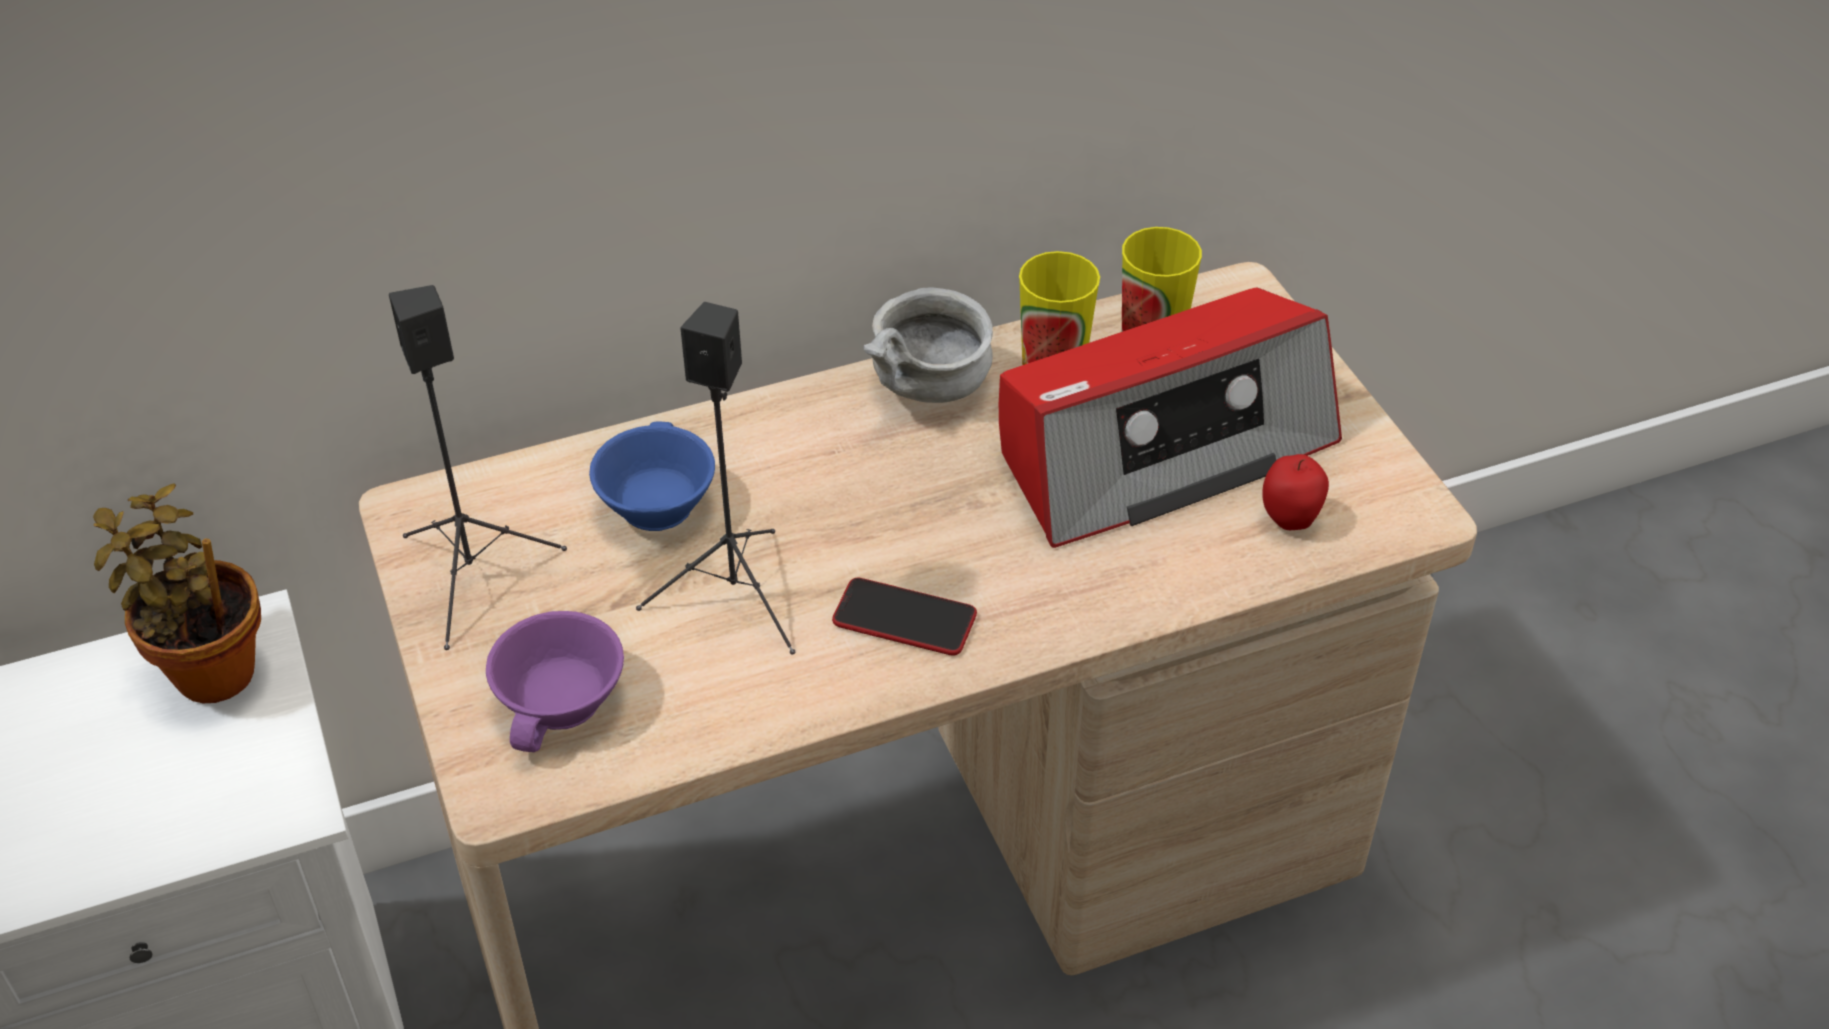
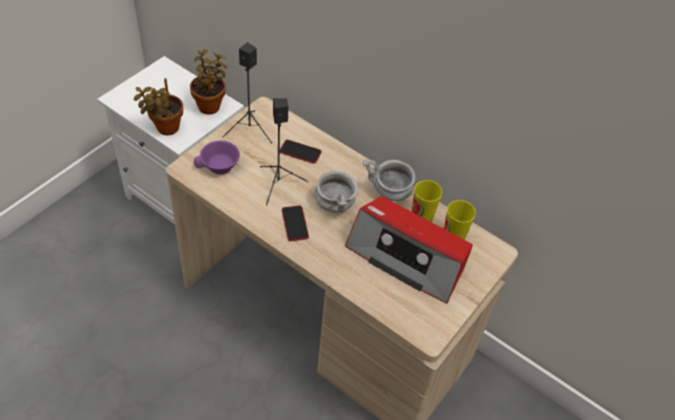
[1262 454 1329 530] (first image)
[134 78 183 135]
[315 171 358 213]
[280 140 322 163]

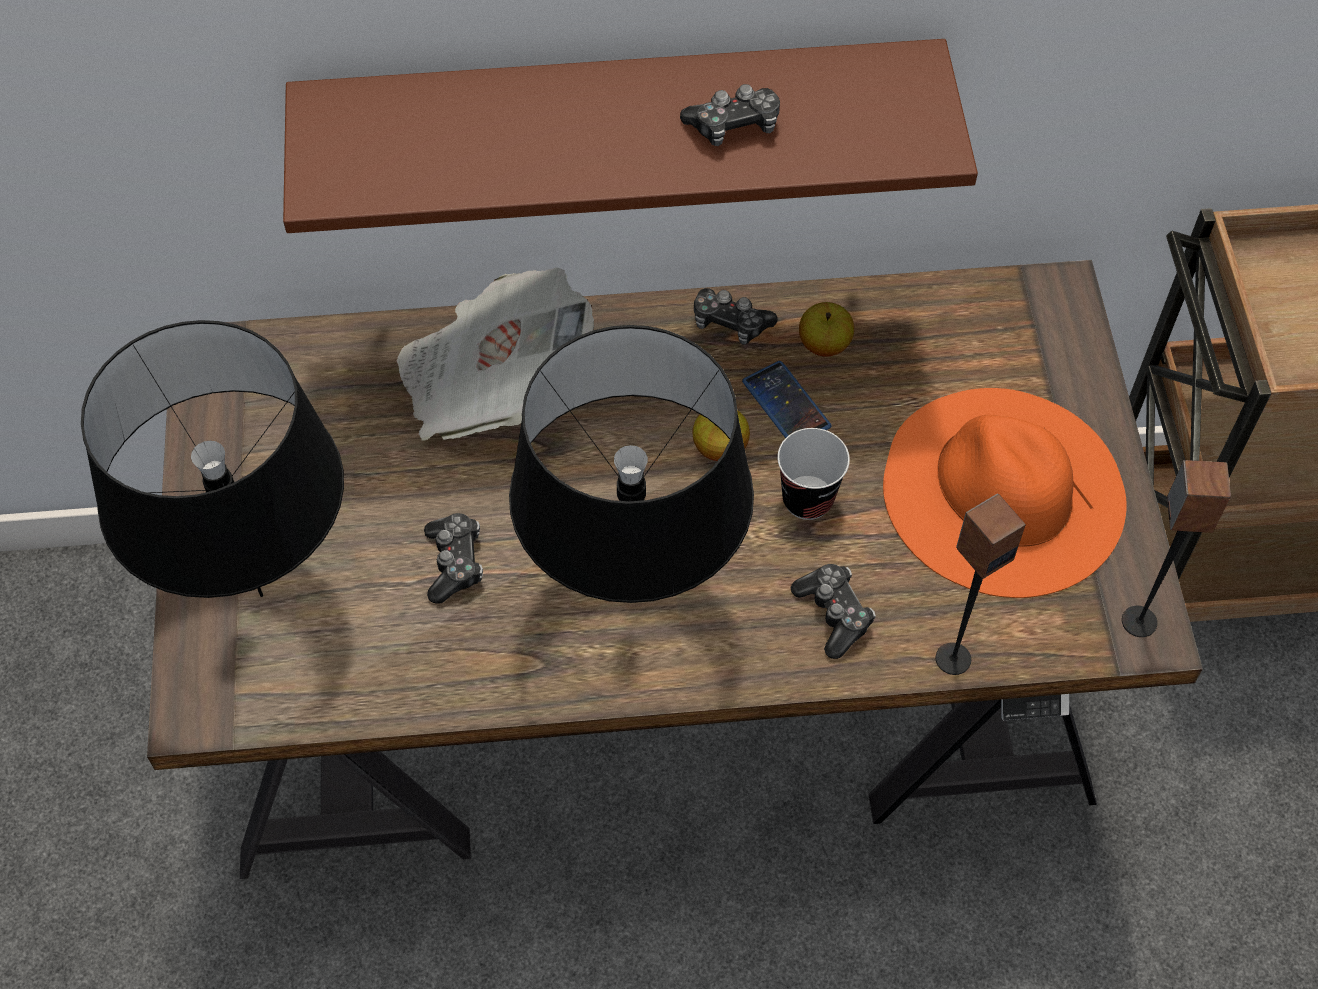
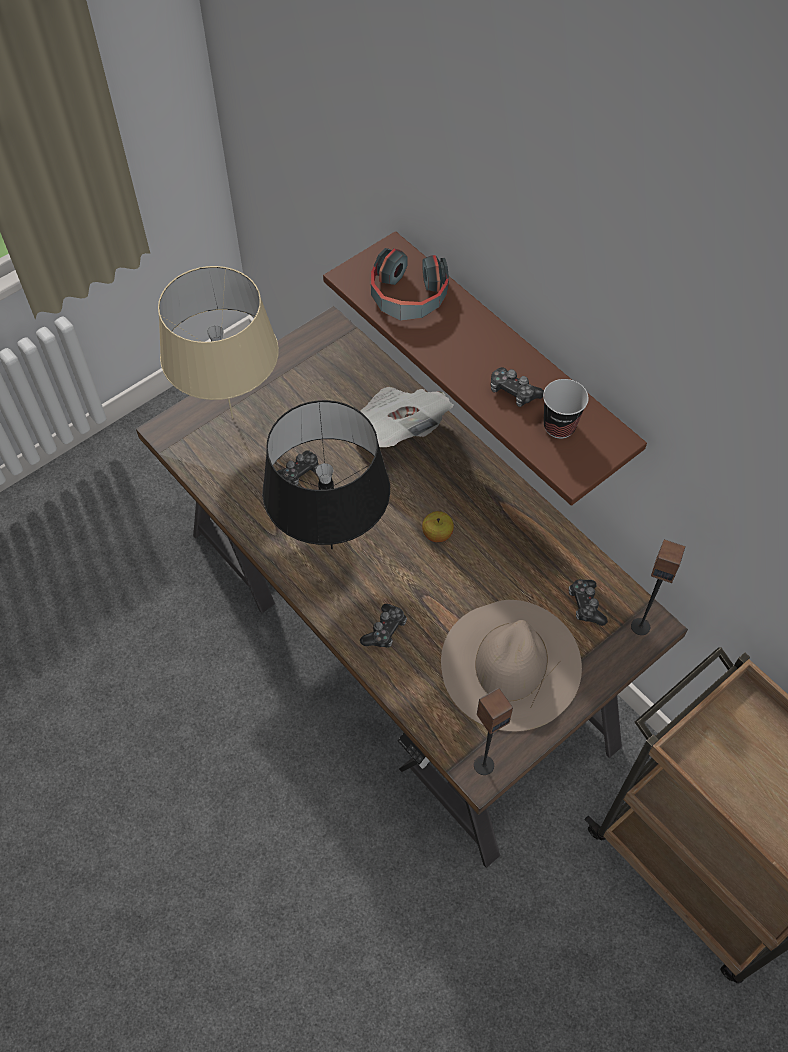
[742 361 831 438] (first image)
[799 302 854 357] (first image)
[371 248 449 321]
[569 579 608 626]
[543 379 589 439]
[631 539 685 635]
[158 266 279 419]
[441 600 582 732]

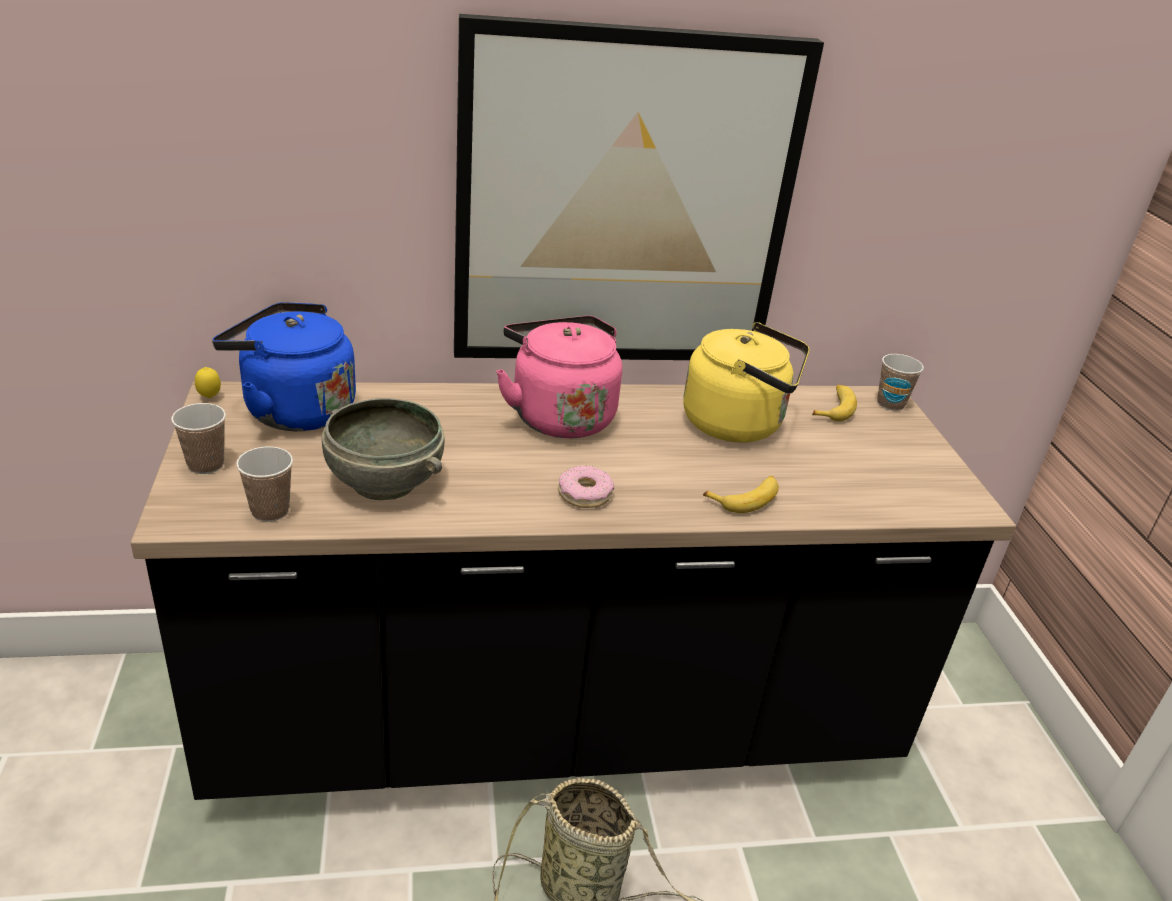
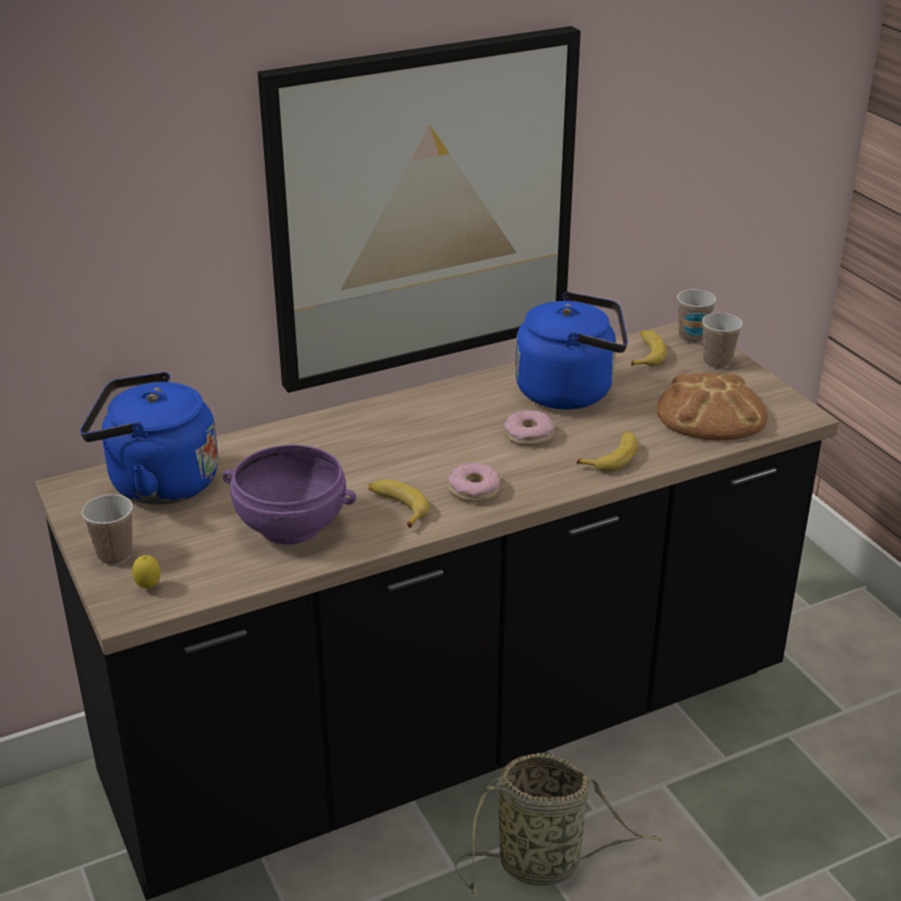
[496 316 622 438] (first image)
[368 479 429 528]
[504 410 555 446]
[657 373 768 441]
[132 555 161 588]
[702 313 743 369]
[222 445 356 545]
[515 292 628 409]

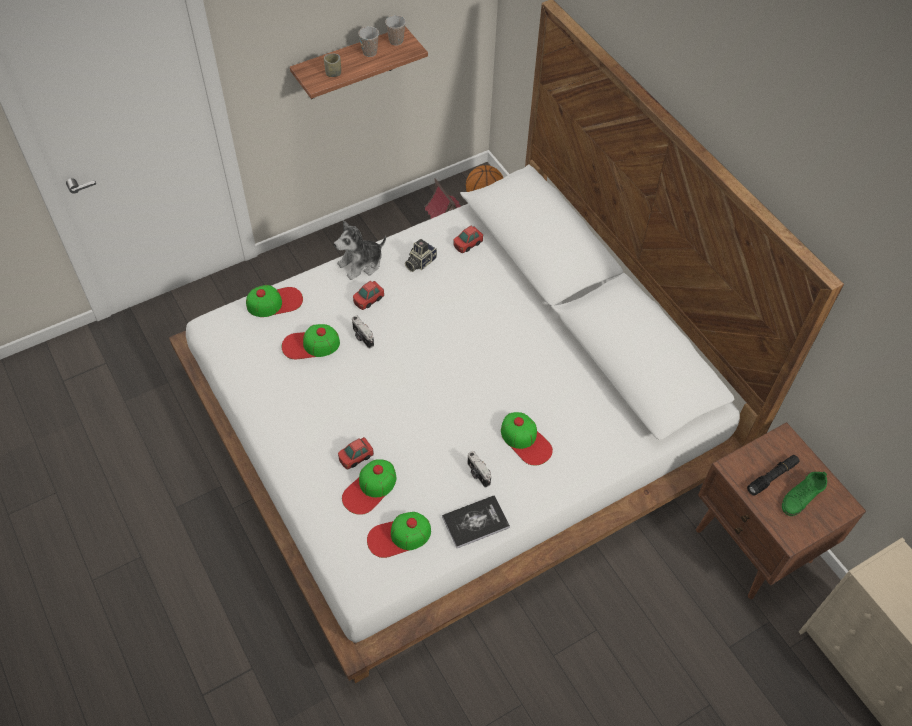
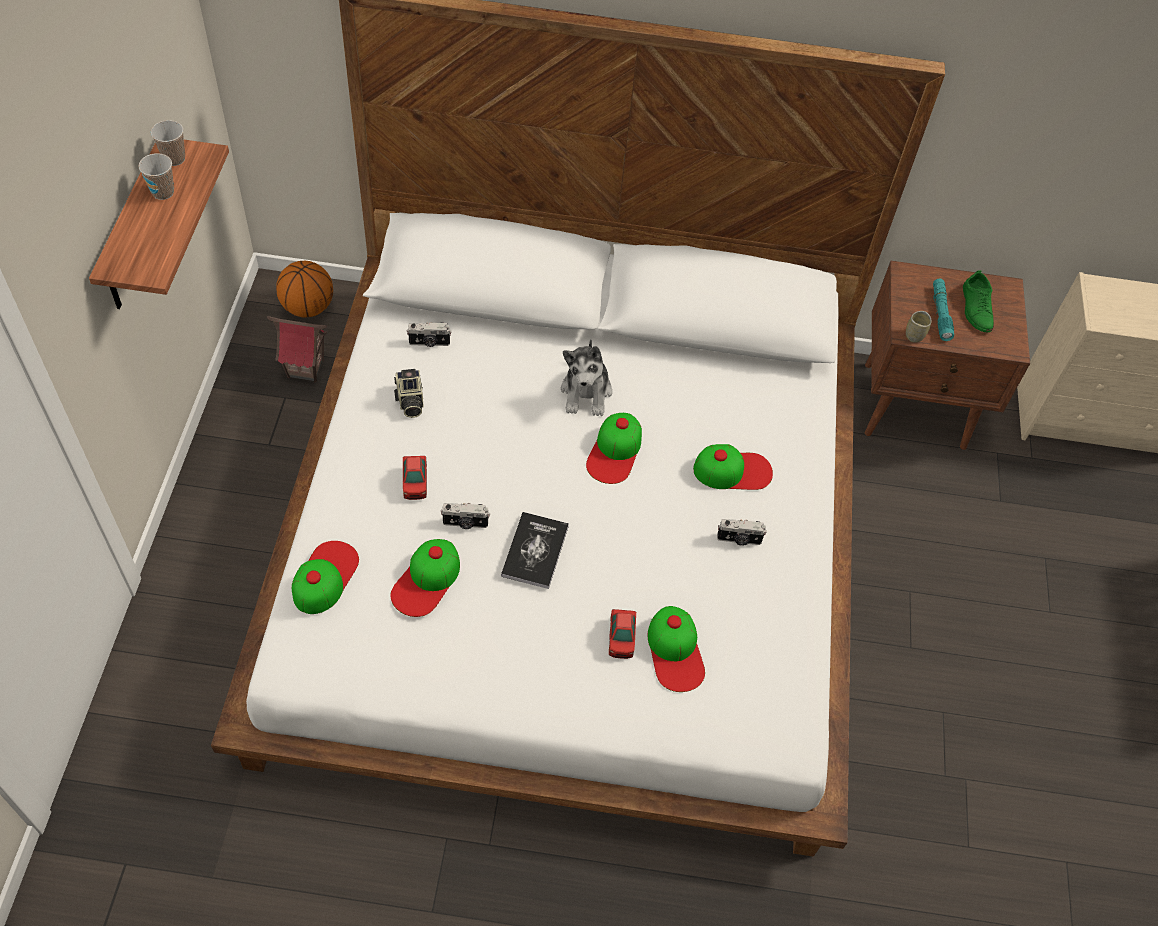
[906 311 932 343]
[561 339 612 416]
[586 413 642 484]
[501 512 569 589]
[407 322 451 347]
[933 279 954 341]

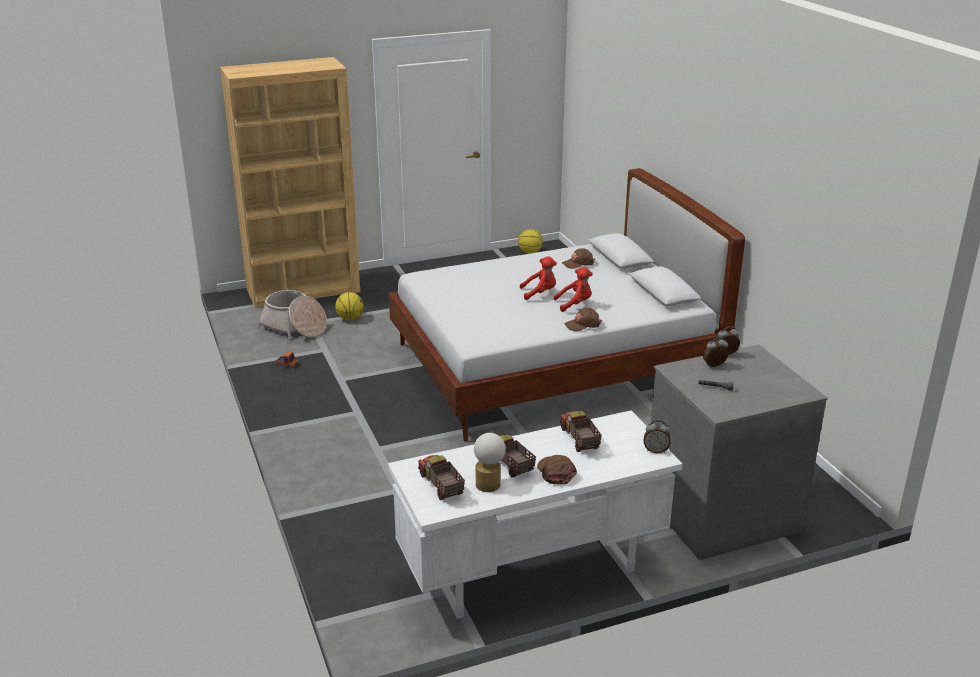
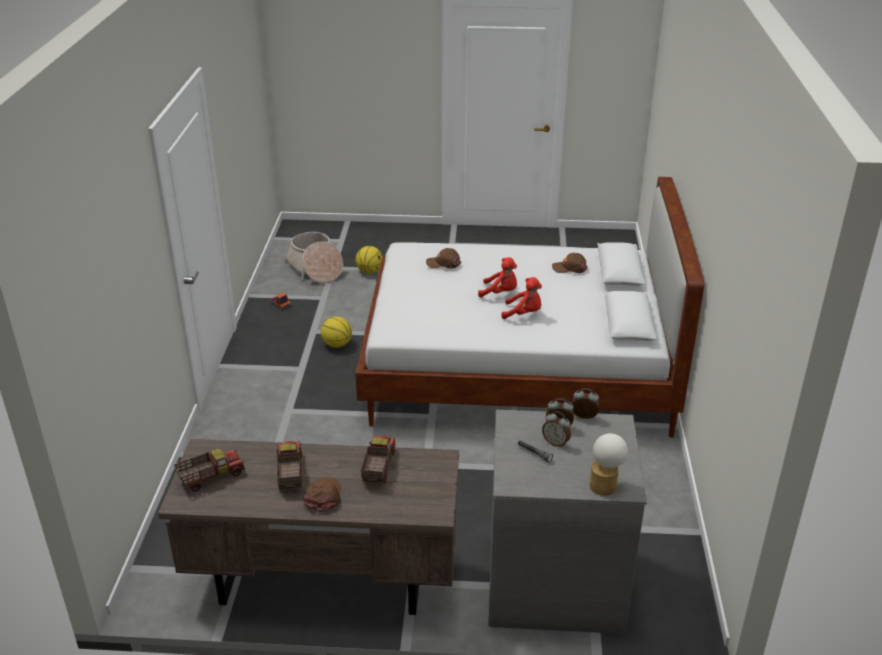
[220 57 360 308] (first image)
[590 433 628 496]
[321 317 352 348]
[426 248 461 268]
[542 411 571 447]
[158 439 459 615]
[174 449 245 492]

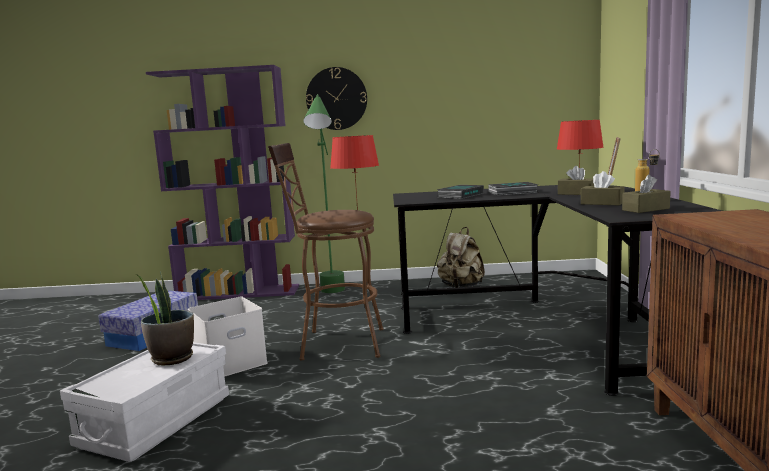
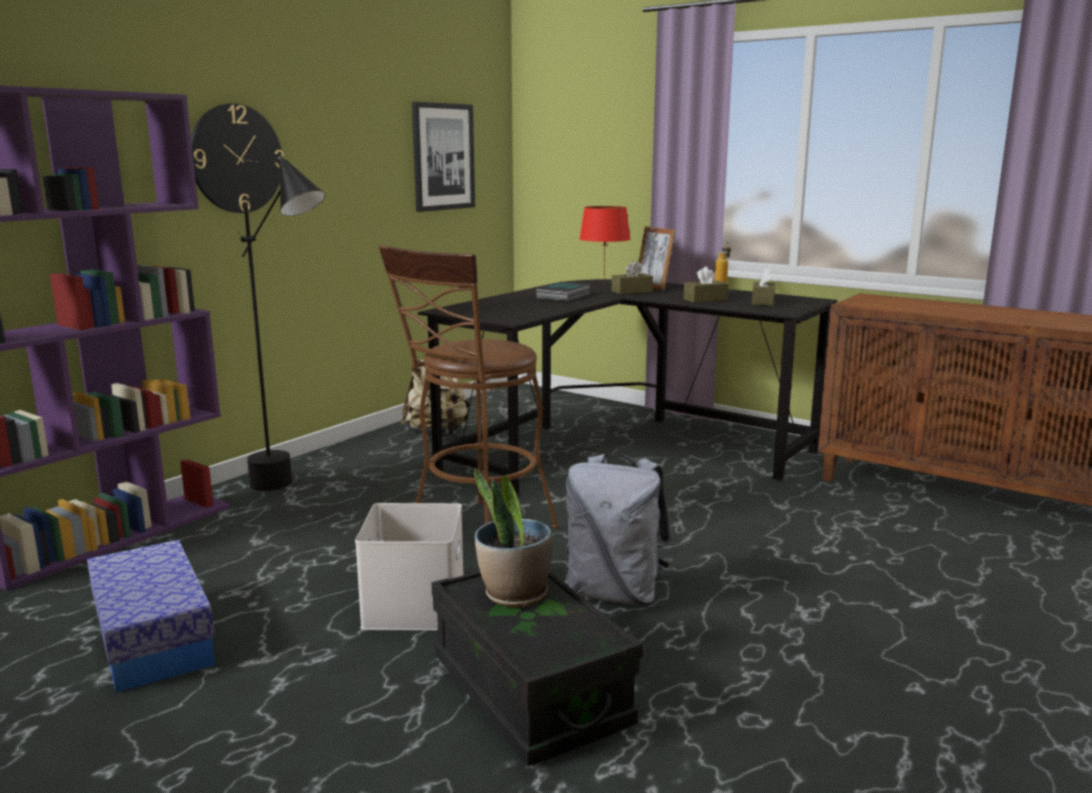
[330 135 379 211] (first image)
[437 185 484 199] (first image)
[412 102 475 212]
[566 454 671 606]
[431 571 643 766]
[237 156 325 491]

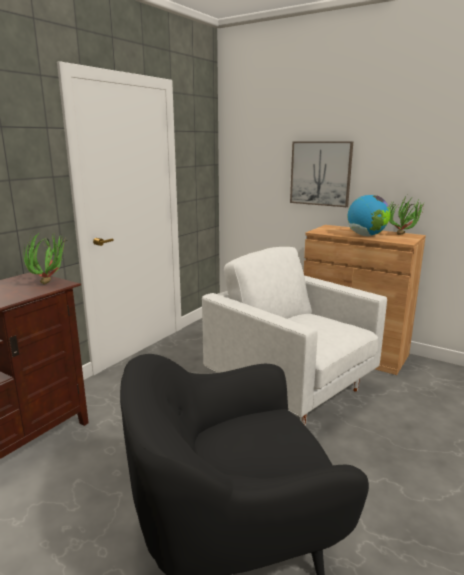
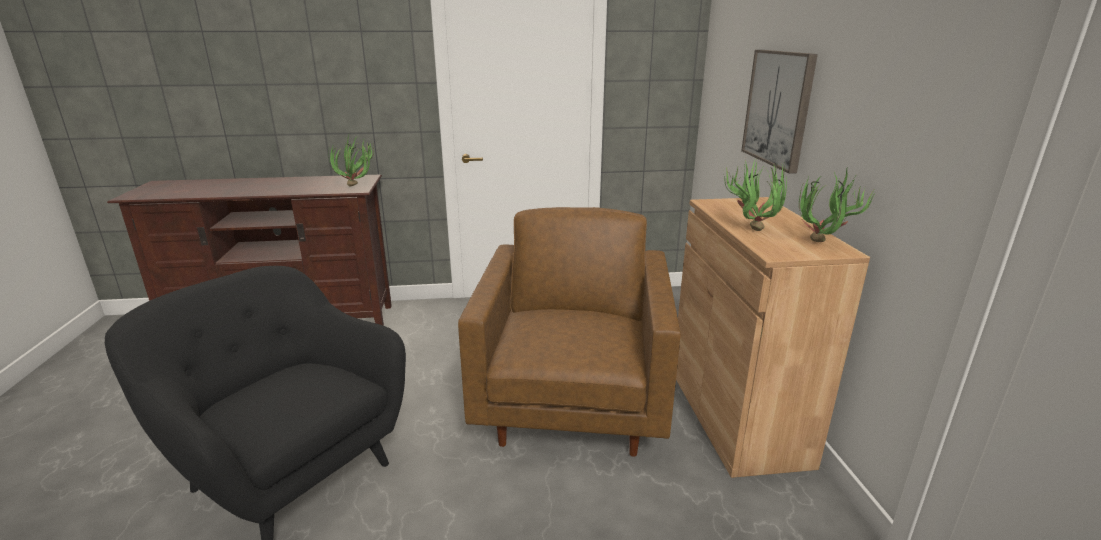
[724 158 787 231]
[458 207 681 457]

